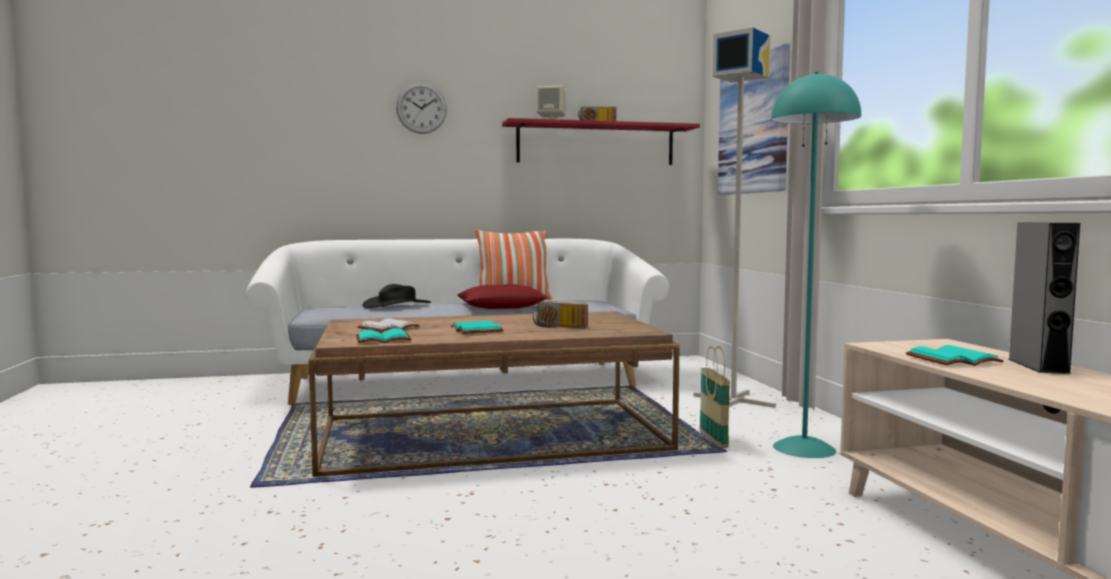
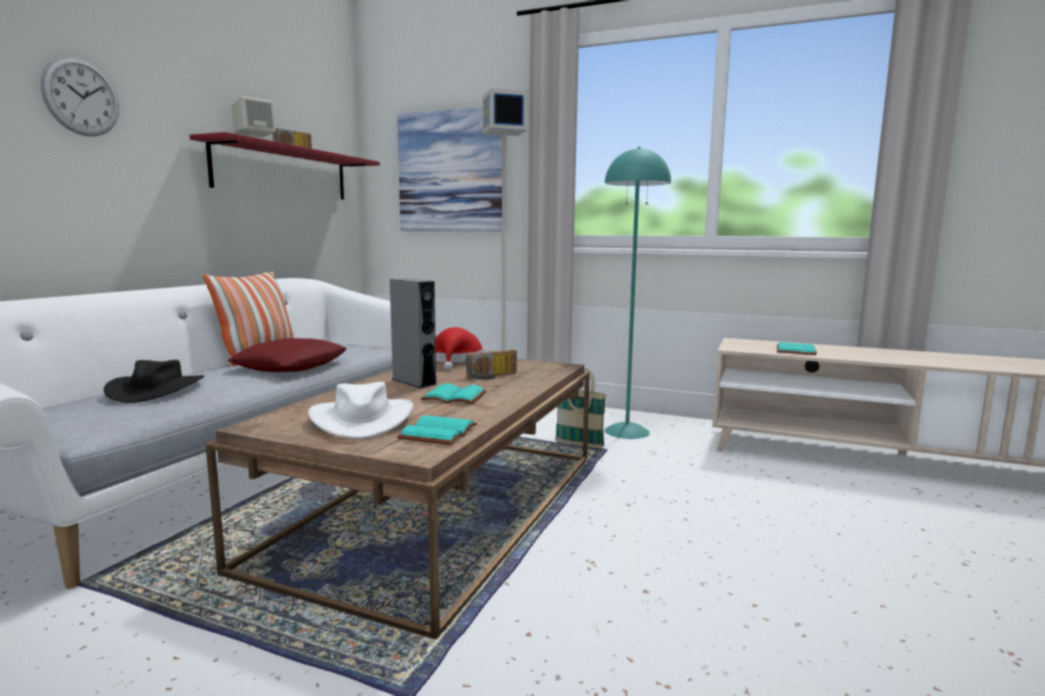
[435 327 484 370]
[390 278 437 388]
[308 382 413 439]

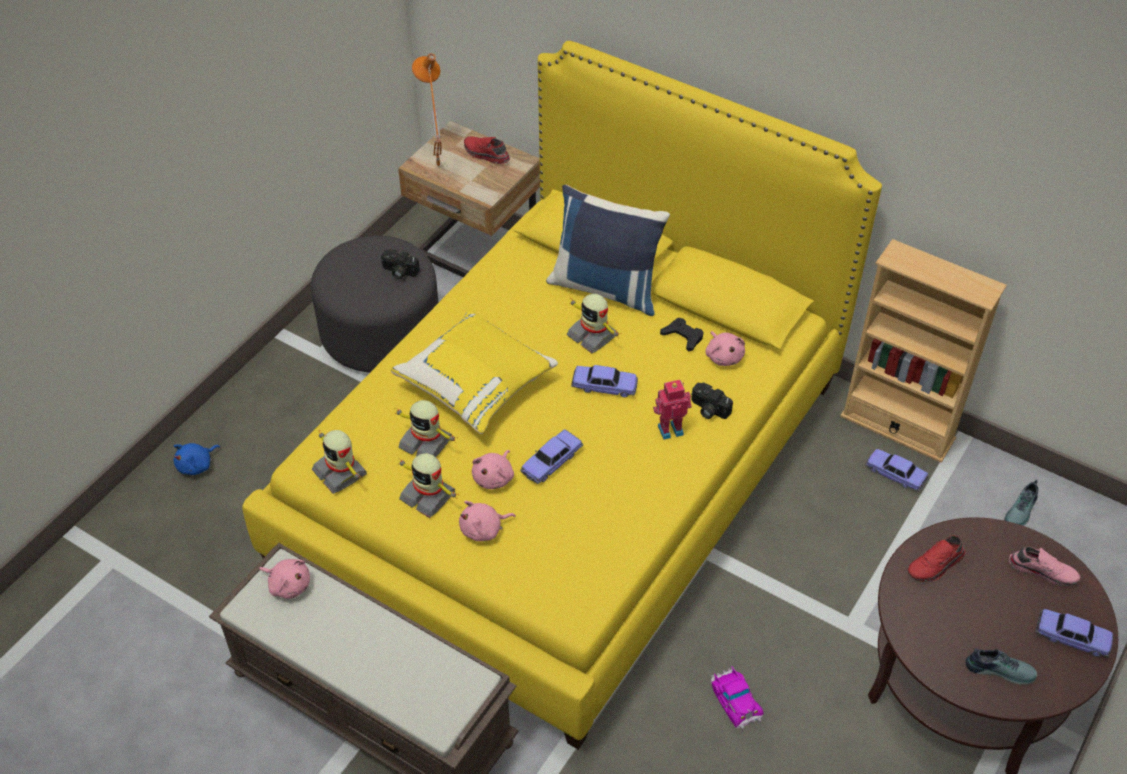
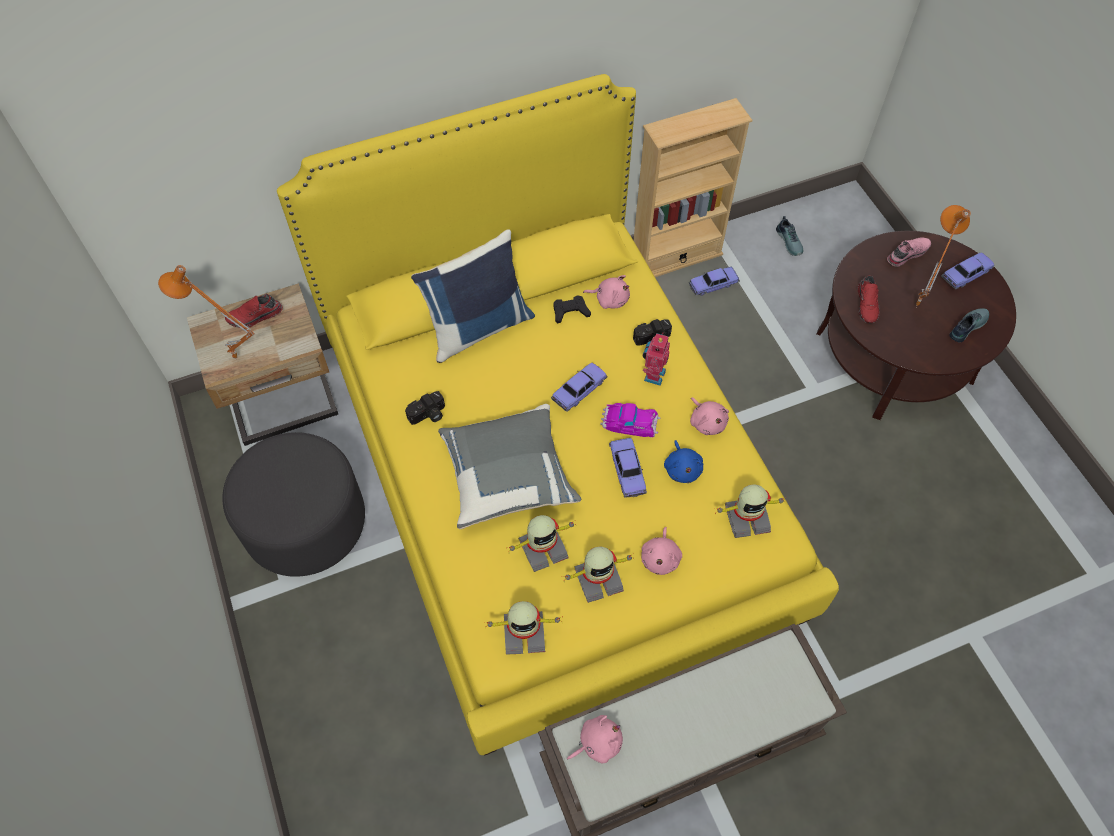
[916 205 971 307]
[664 440 704 483]
[405 391 445 425]
[690 397 729 435]
[714 485 786 538]
[600 403 660 438]
[438 404 581 529]

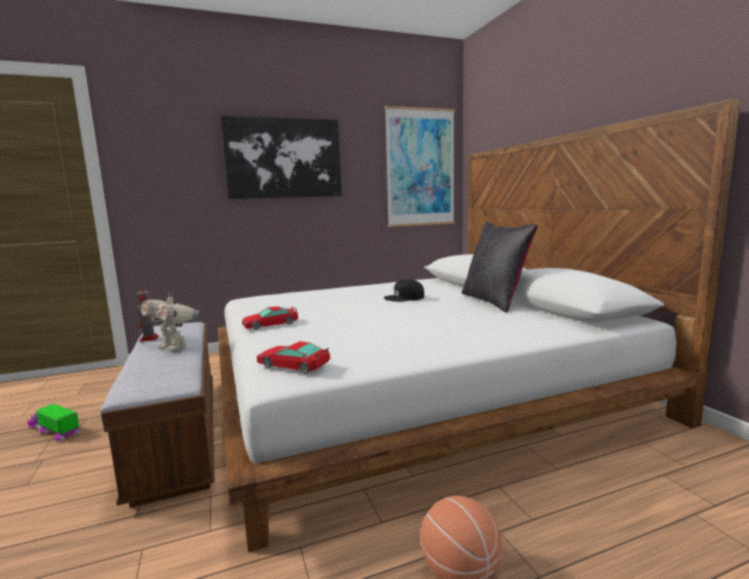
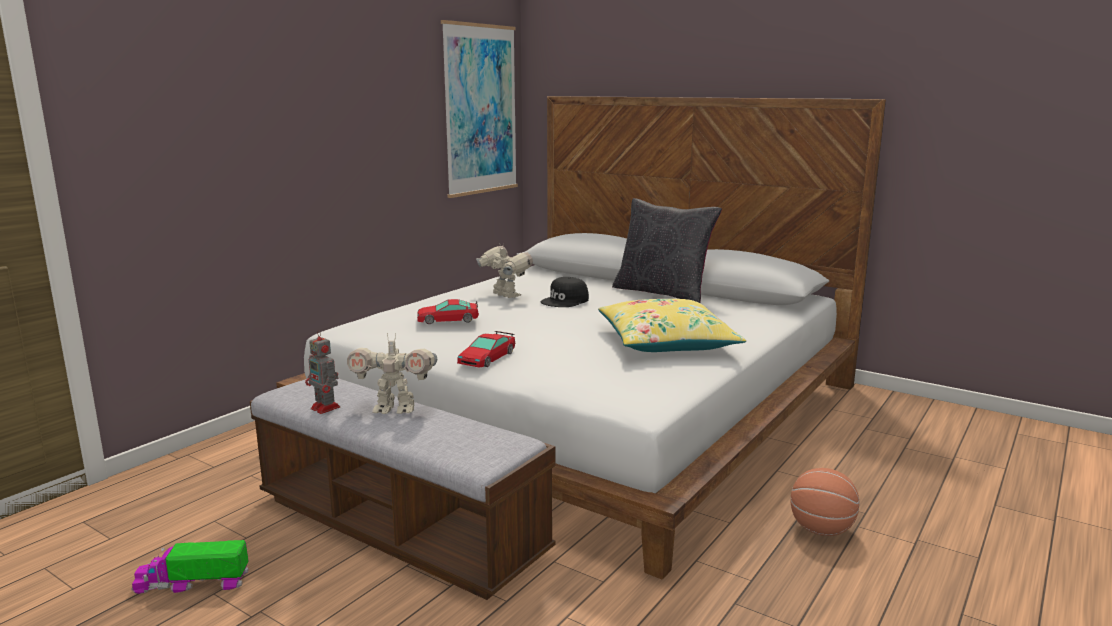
[220 116 342 199] (first image)
[476 243 533 298]
[598 299 746 352]
[417 299 479 324]

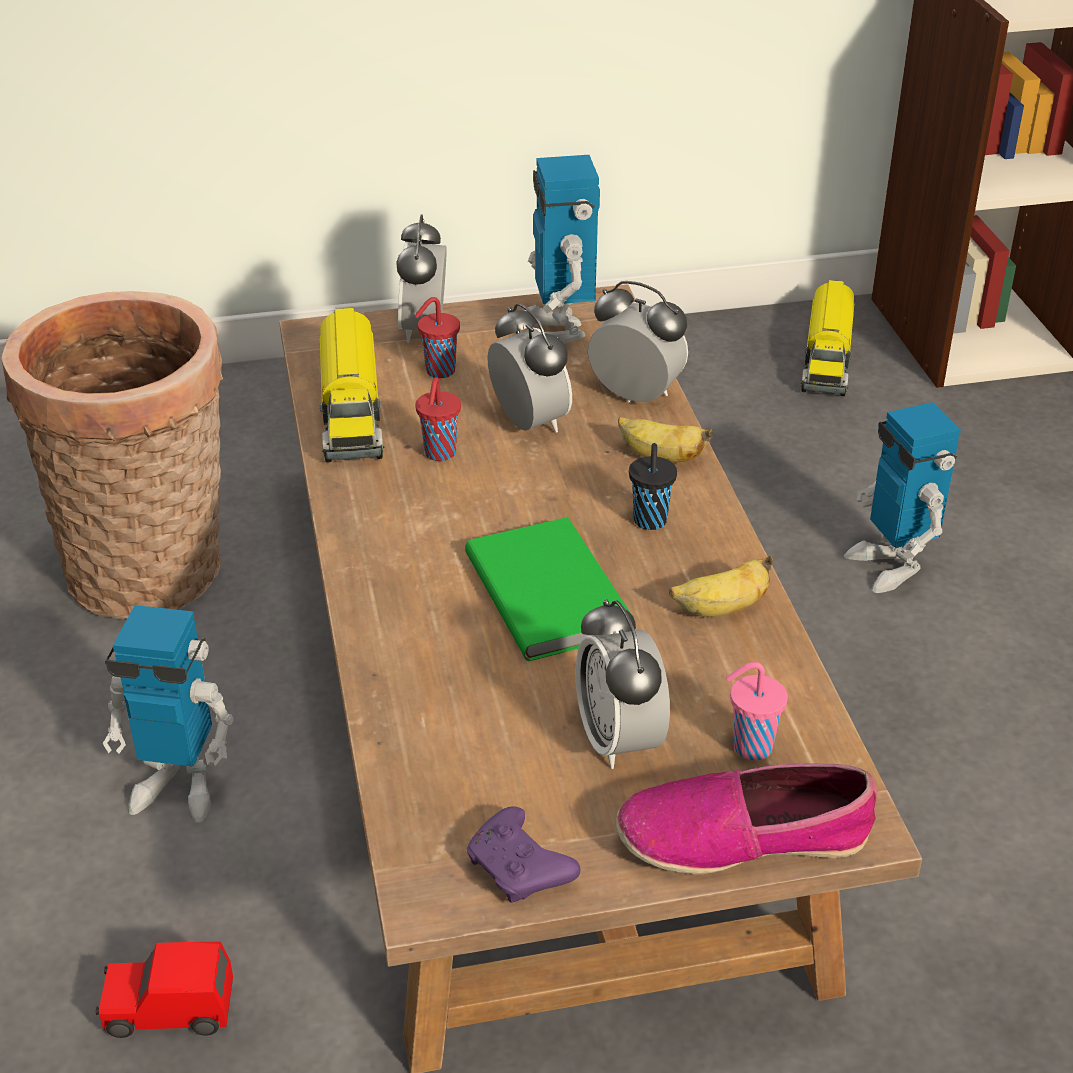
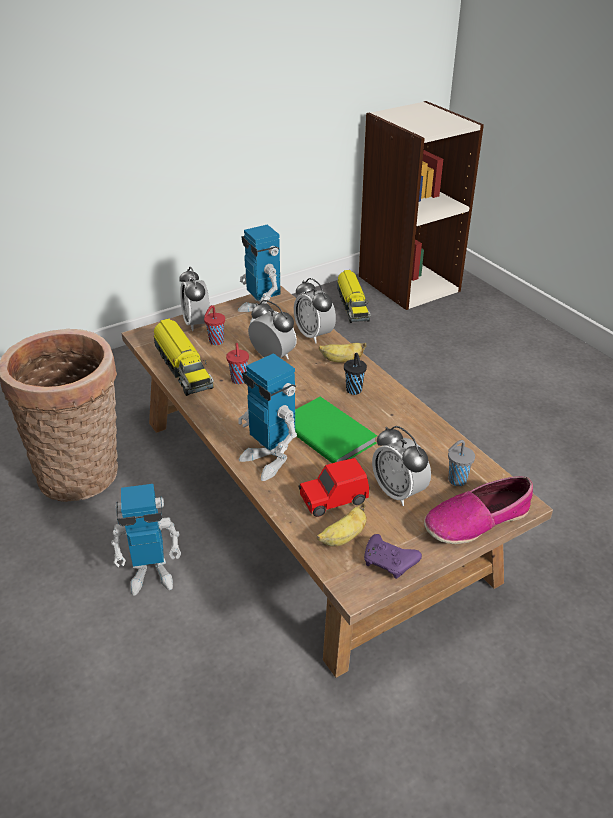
[299 458 369 517]
[317 503 367 546]
[238 353 297 481]
[448 440 475 486]
[294 278 336 343]

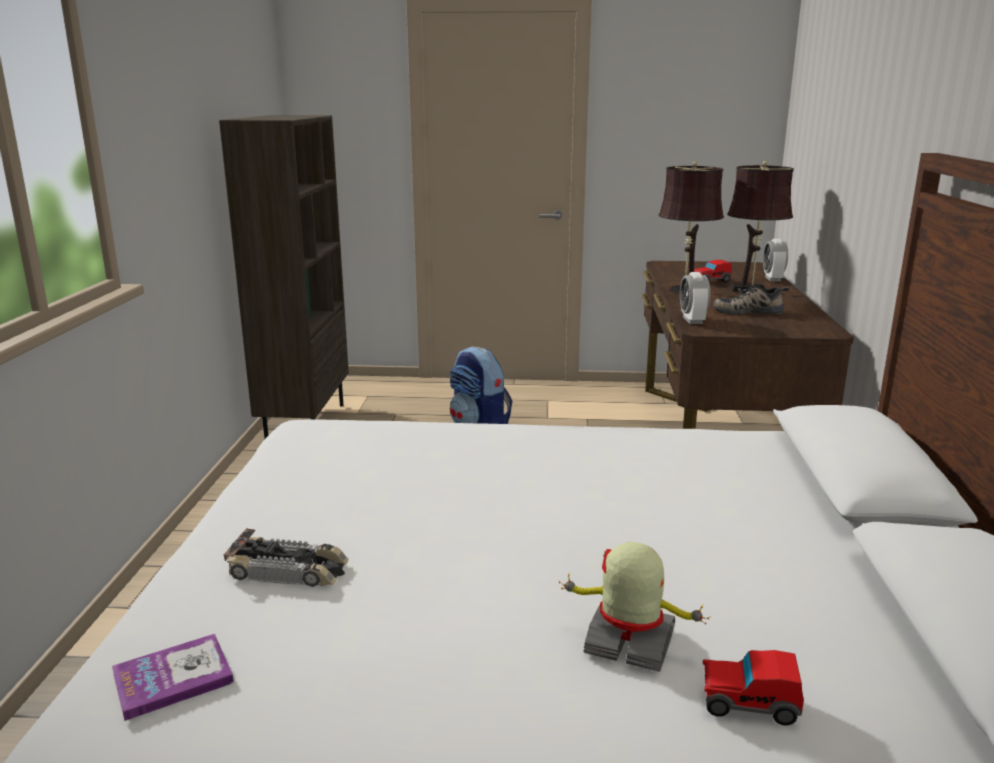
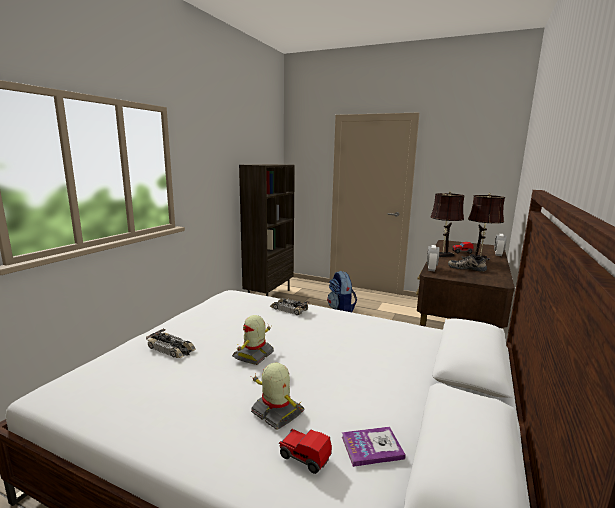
[232 315 274 365]
[270 298 309 315]
[342 427 406 467]

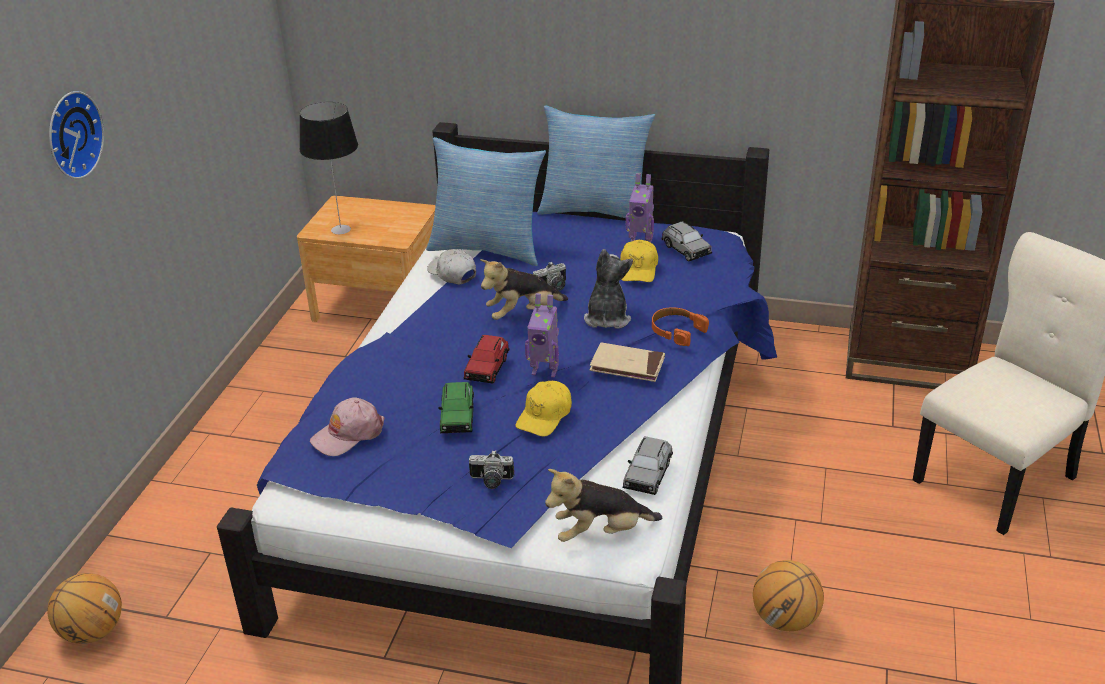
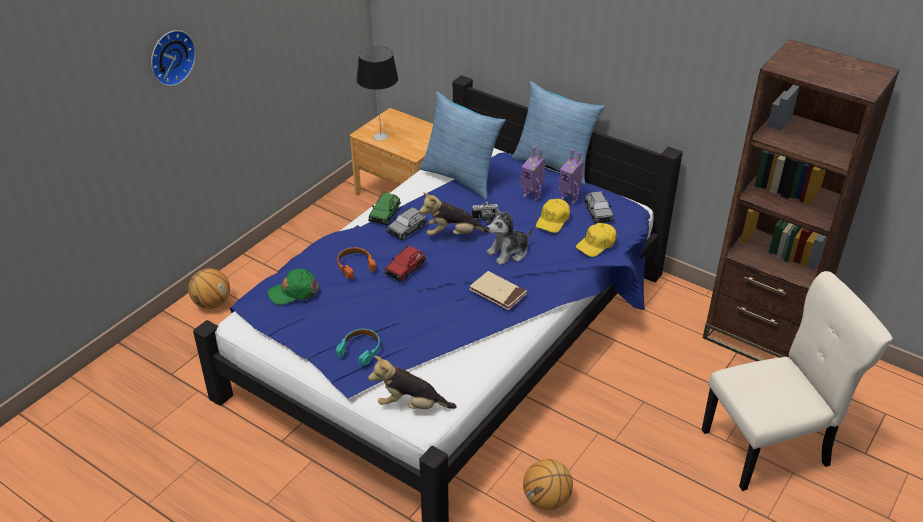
[427 249 476 284] (first image)
[188 268 230 309]
[368 192 401 225]
[576 223 617 257]
[521 147 546 201]
[387 207 427 240]
[337 247 376 279]
[336 329 380 366]
[268 269 319 305]
[486 208 533 265]

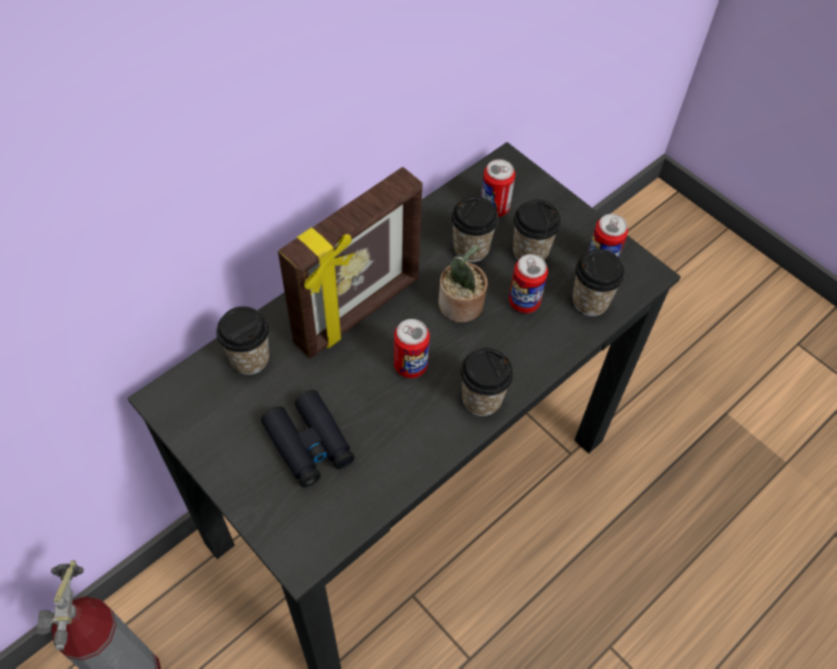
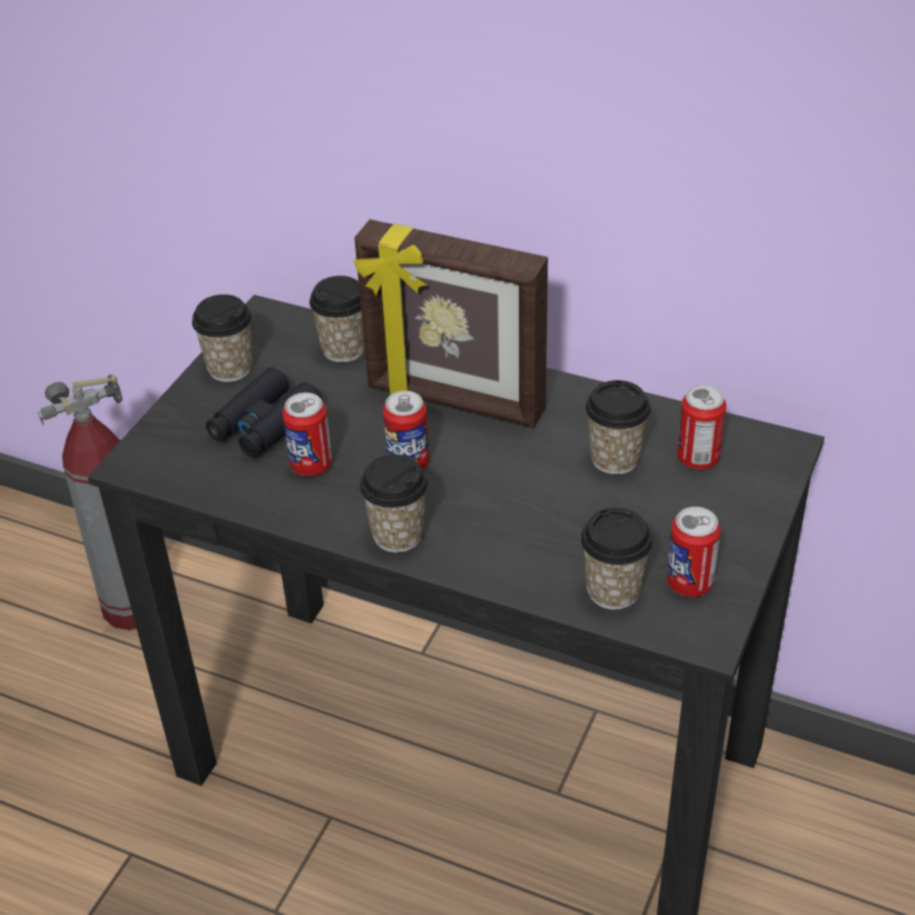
[438 245 488 323] (first image)
[282 393 332 476]
[192 294 253 382]

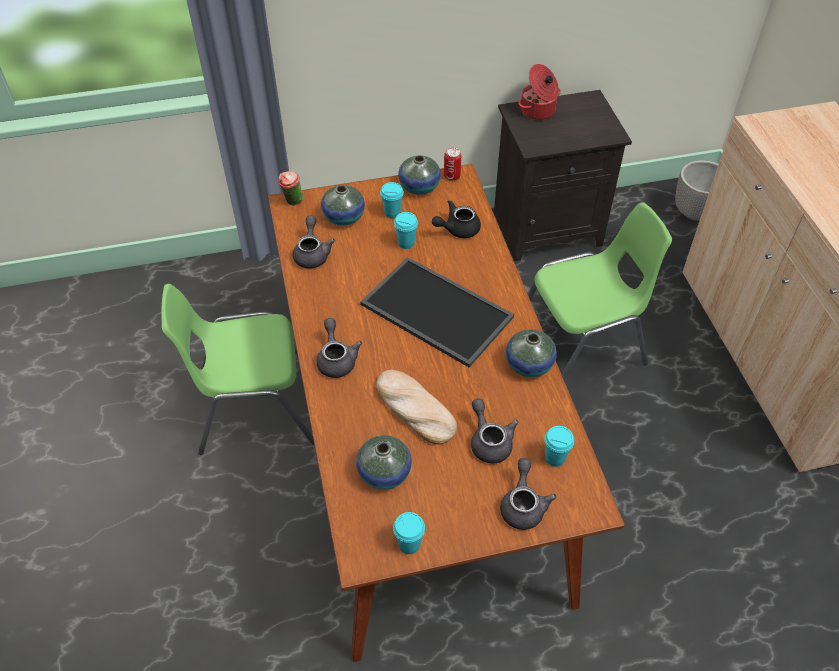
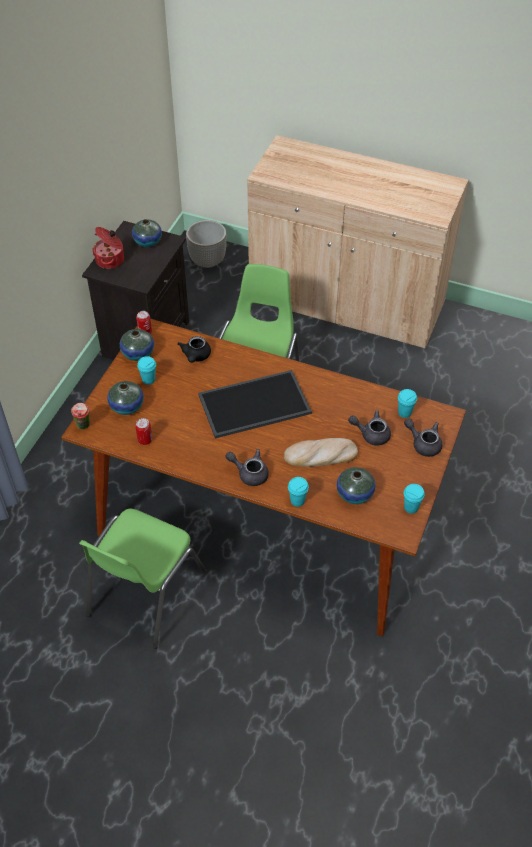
[288 477 309 507]
[132 219 162 247]
[135 418 152 445]

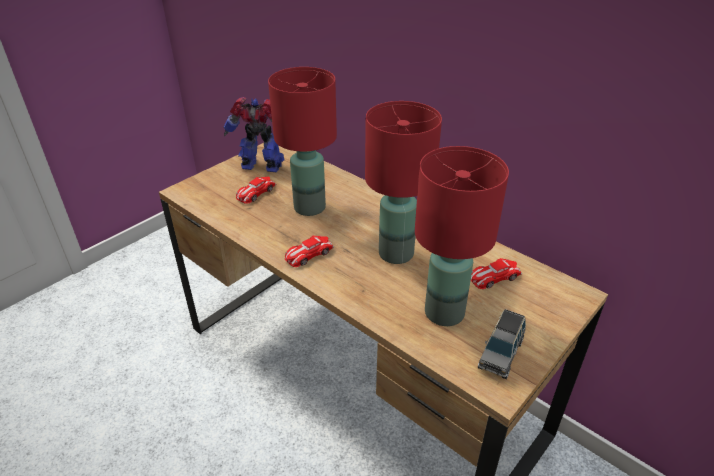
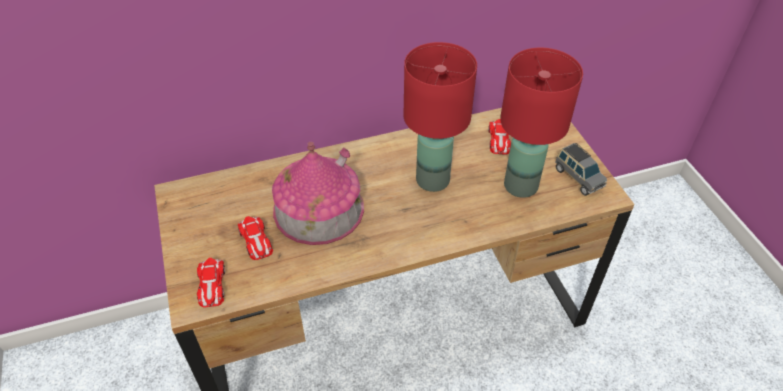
[224 97 284 172] (first image)
[197 258 225 308]
[272 142 364 245]

